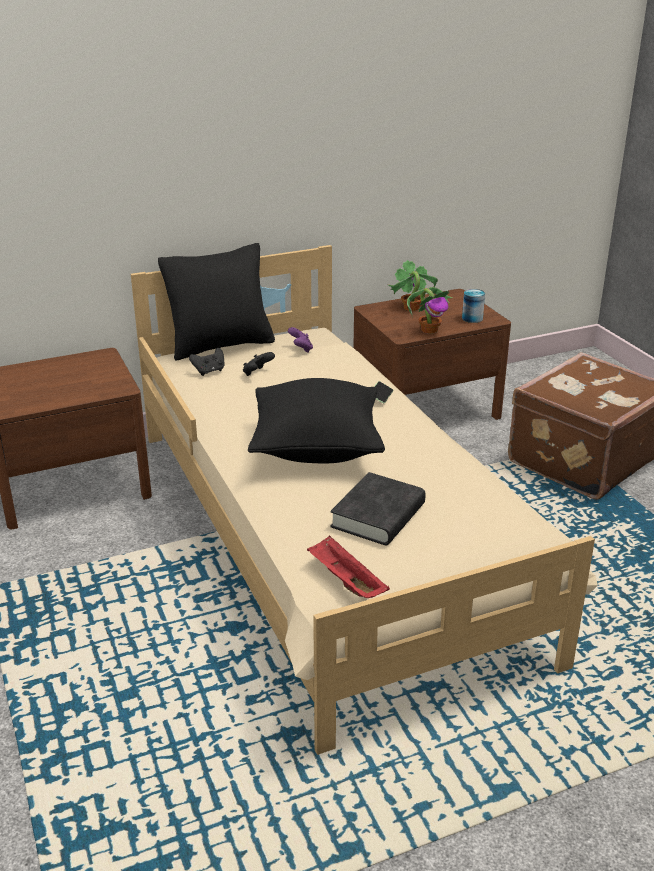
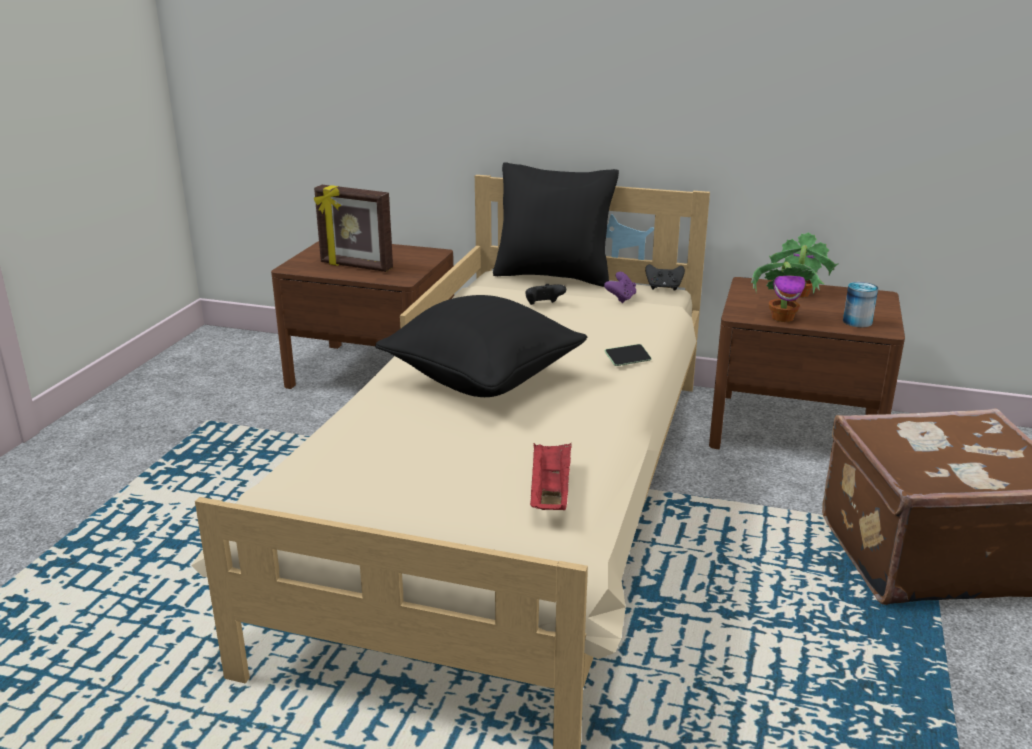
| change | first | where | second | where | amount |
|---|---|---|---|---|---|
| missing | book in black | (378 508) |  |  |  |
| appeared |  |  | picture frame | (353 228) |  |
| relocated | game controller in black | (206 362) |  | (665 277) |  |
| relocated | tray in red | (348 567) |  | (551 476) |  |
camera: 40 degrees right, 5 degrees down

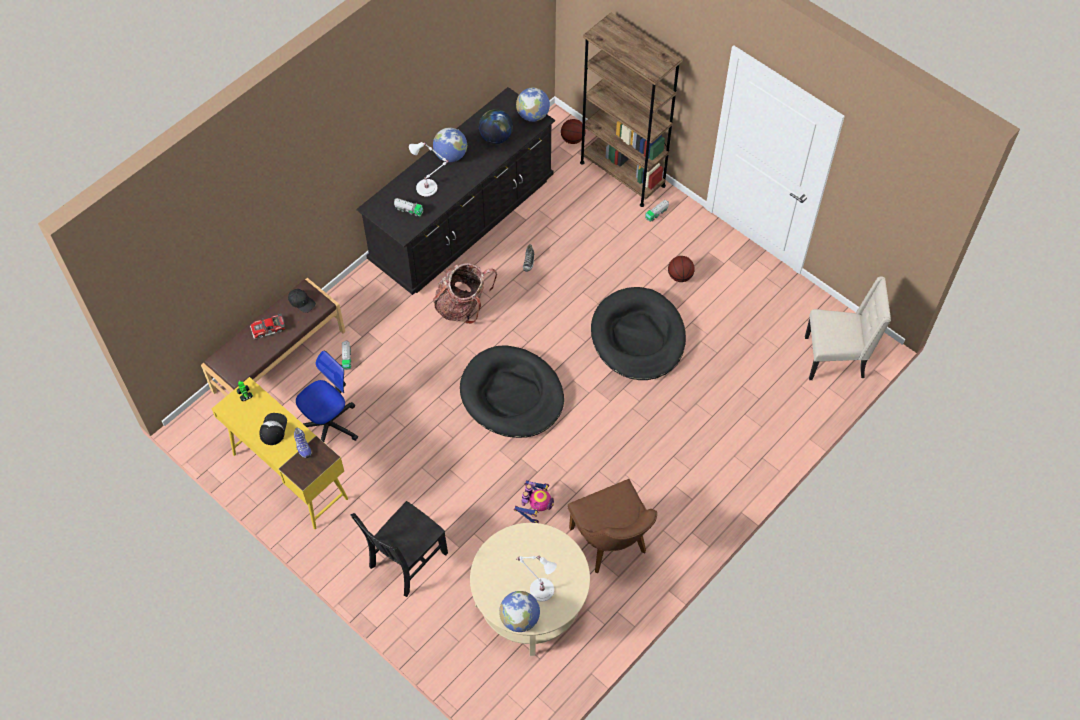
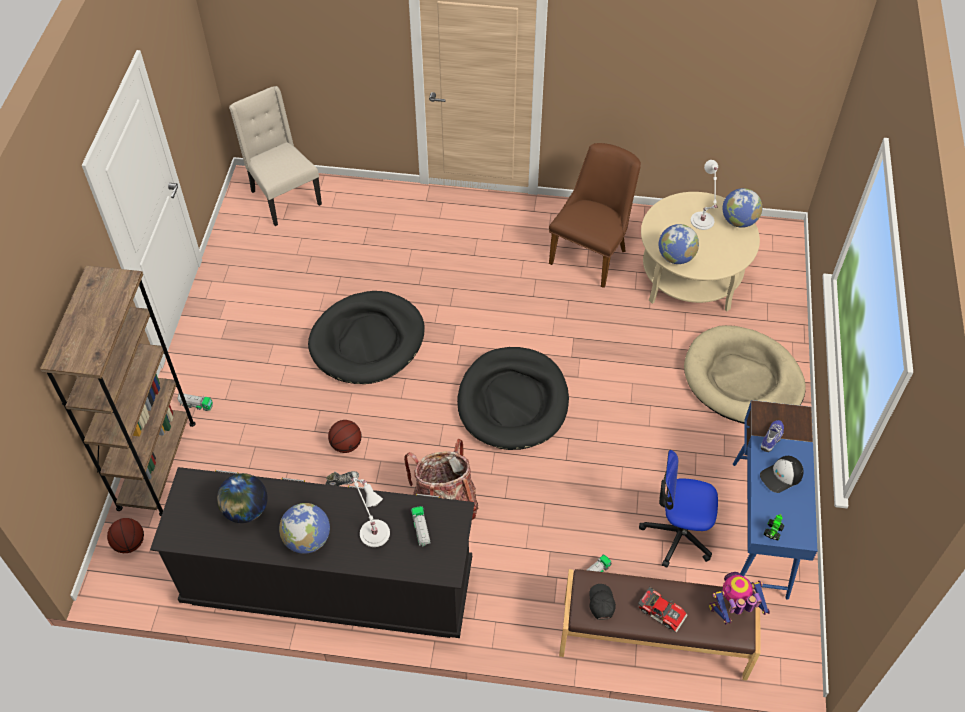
| change | first | where | second | where | amount |
|---|---|---|---|---|---|
| relocated | toy robot | (534 501) |  | (739 598) |  |
| relocated | globe | (533 104) |  | (679 244) |  |
| relocated | basketball | (681 269) |  | (345 436) |  |
| exchanged | chair in black | (399 549) | dog bed in beige | (745 374) |  |
| colour | desk in yellow | (280 453) | desk in blue | (775 500) |  |
camera: 125 degrees left, 5 degrees down

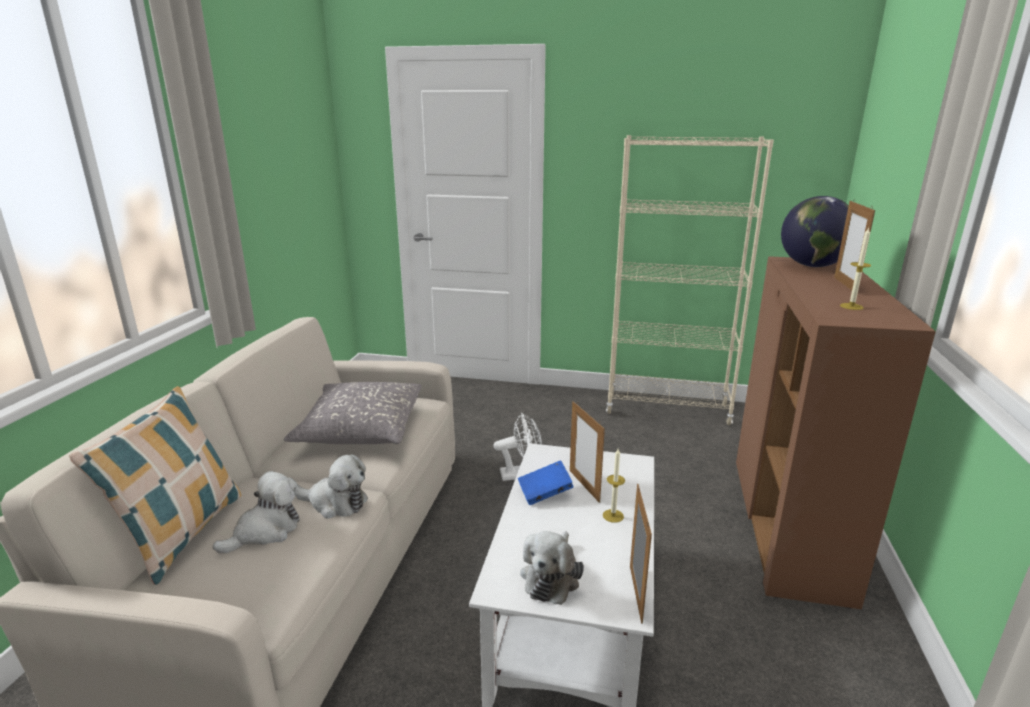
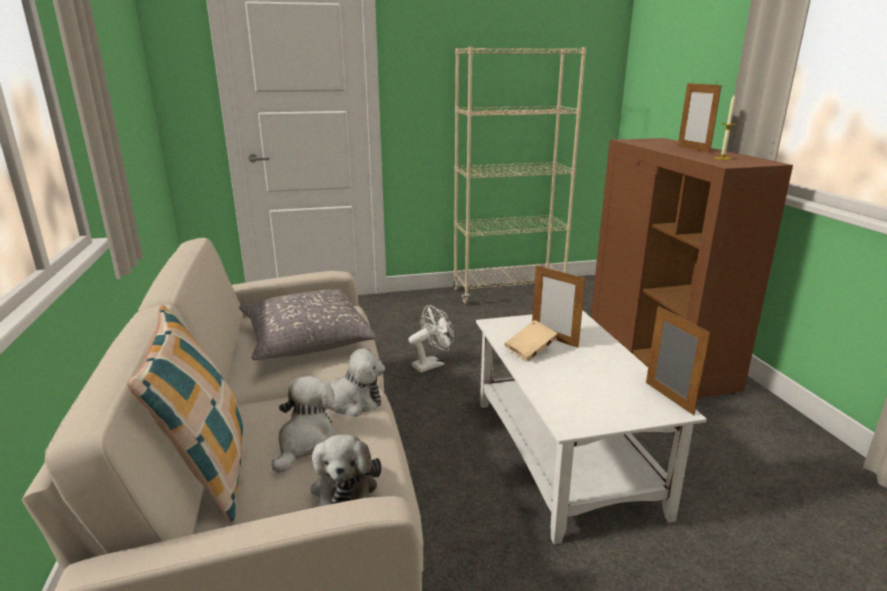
| change | first | where | second | where | amount |
|---|---|---|---|---|---|
| missing | candle | (614 486) |  |  |  |
| missing | globe | (815 231) |  |  |  |
| relocated | plush toy | (552 568) |  | (346 470) |  |
| colour | book in blue | (546 482) | book in beige | (531 341) |  |
camera: 25 degrees left, 0 degrees up

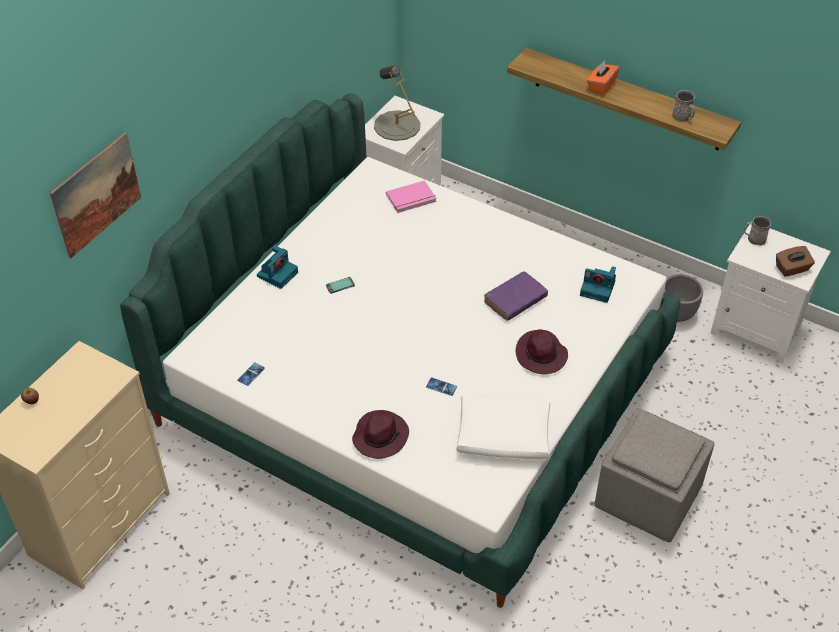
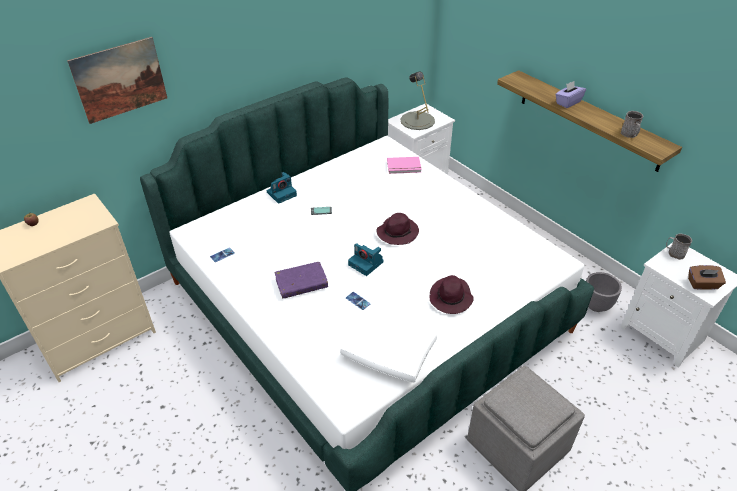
| change | first | where | second | where | amount |
|---|---|---|---|---|---|
| relocated | hat in purple | (380 434) |  | (398 229) |  |
| relocated | book in purple | (516 296) |  | (301 280) |  |
| relocated | photo camera | (598 284) |  | (366 259) |  |
| colour | tissue box in orange | (603 77) | tissue box in purple | (570 94) |  |
camera: 20 degrees right, 5 degrees down

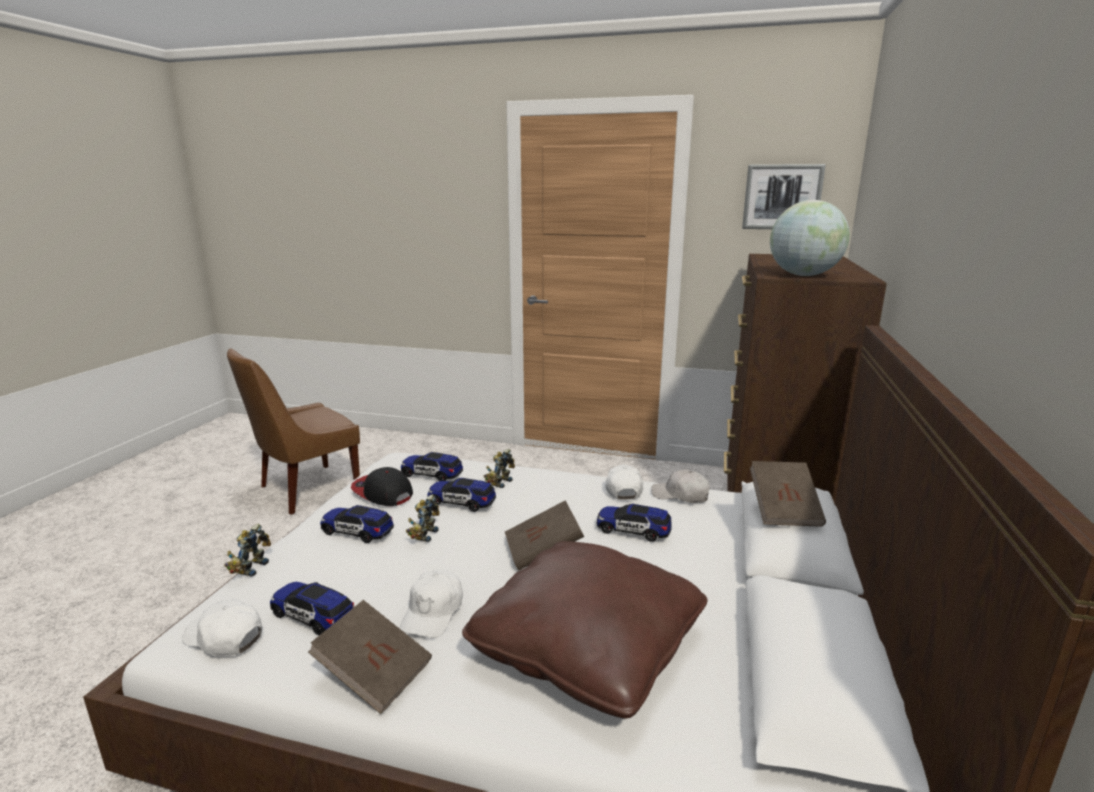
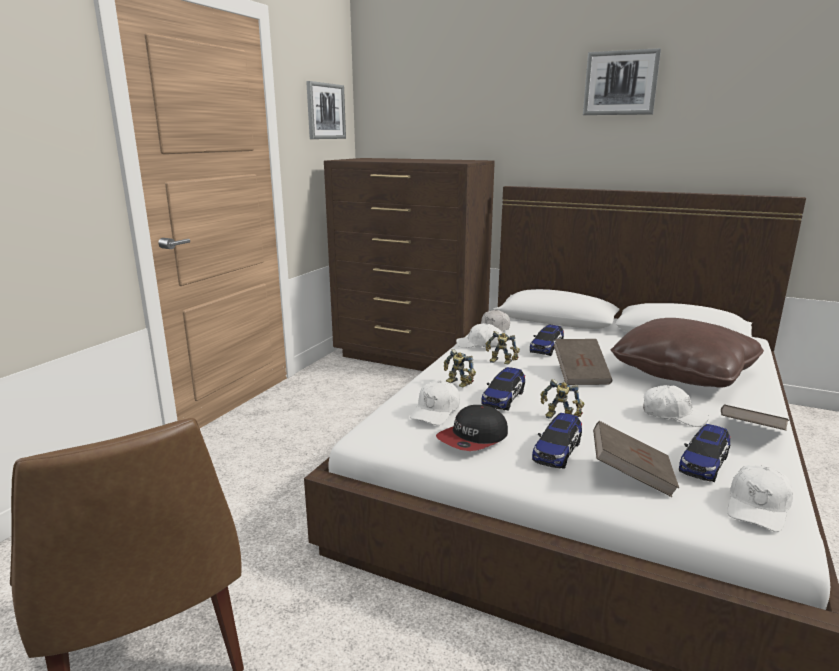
| change | first | where | second | where | amount |
|---|---|---|---|---|---|
| missing | globe | (810 238) |  |  |  |
| appeared |  |  | picture | (622 81) |  |
| relocated | toy robot | (247 550) |  | (503 347) |  |
| relocated | book in brown | (788 494) |  | (636 459) |  |
| exchanged | toy car | (432 466) | cap in white | (435 403) |  |
camera: 80 degrees left, 0 degrees up

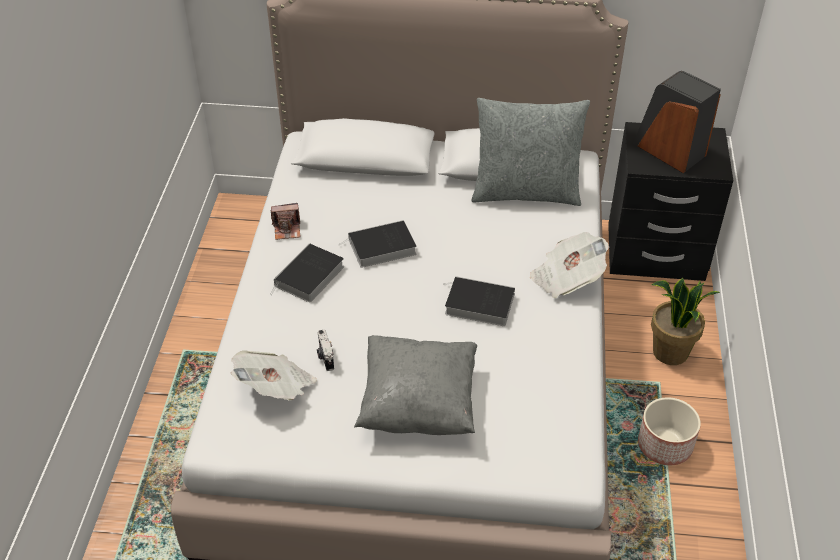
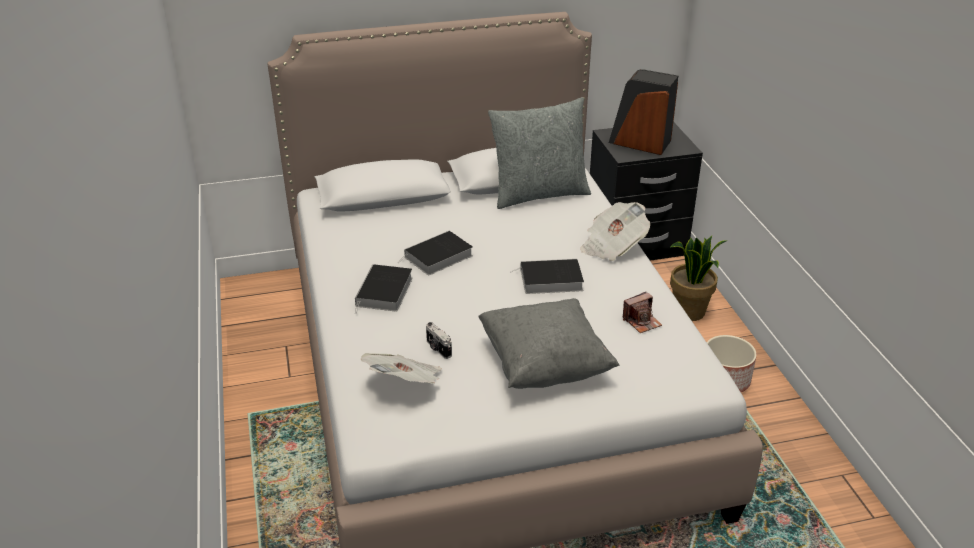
| change | first | where | second | where | amount |
|---|---|---|---|---|---|
| relocated | photo camera | (285 221) |  | (642 312) |  |
camera: 20 degrees left, 10 degrees down

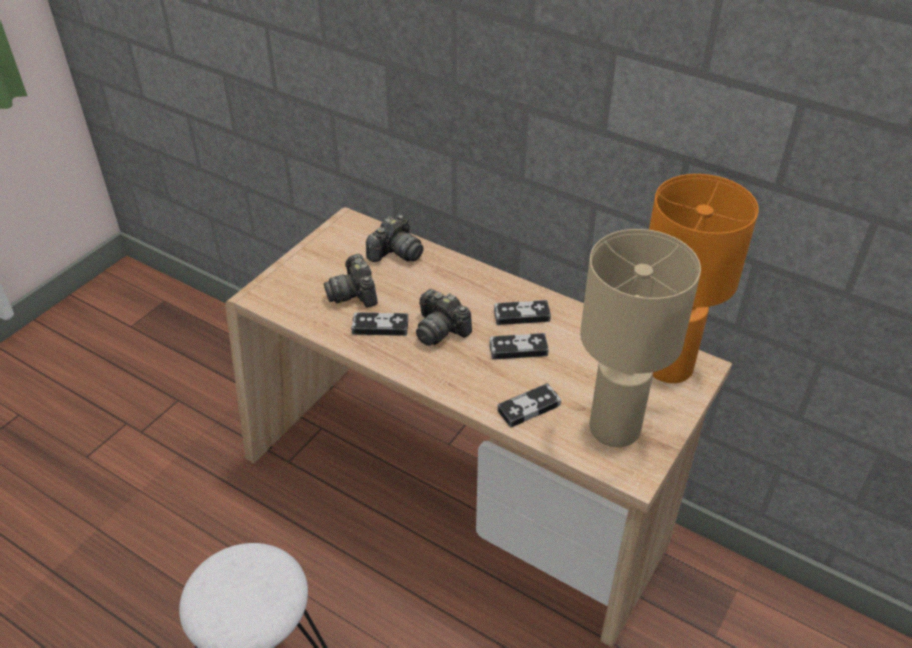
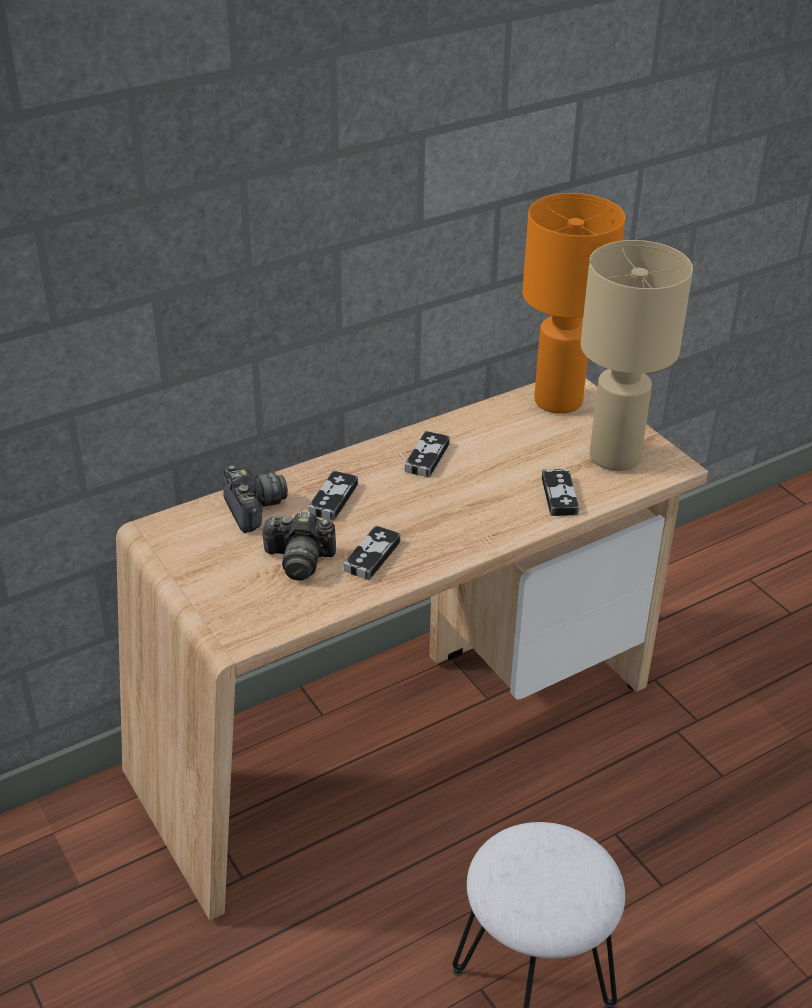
| change | first | where | second | where | amount |
|---|---|---|---|---|---|
| missing | photo camera | (444 317) |  |  |  |
| relocated | game controller | (519 346) |  | (333 496) |  |
camera: 65 degrees left, 5 degrees down

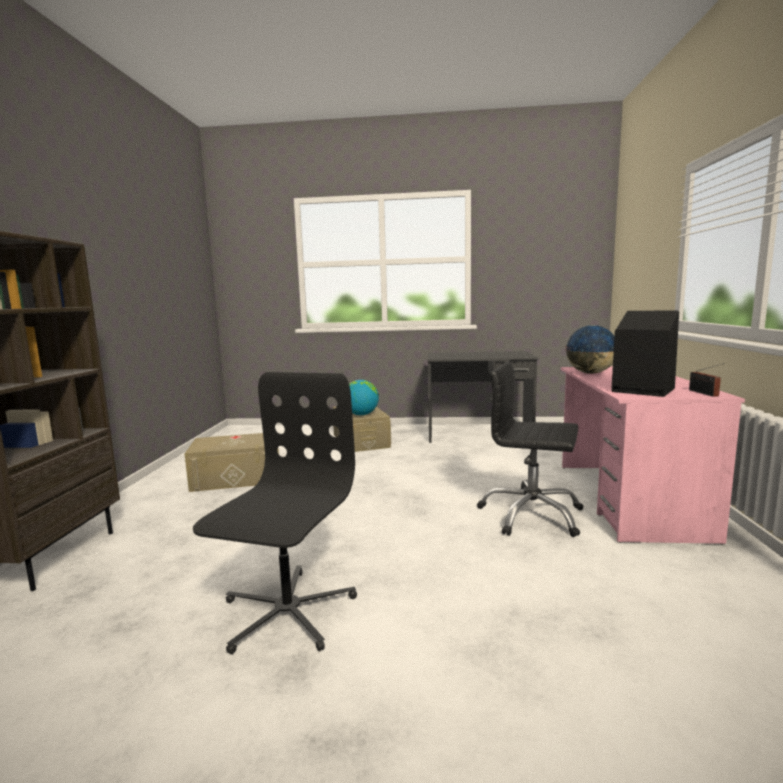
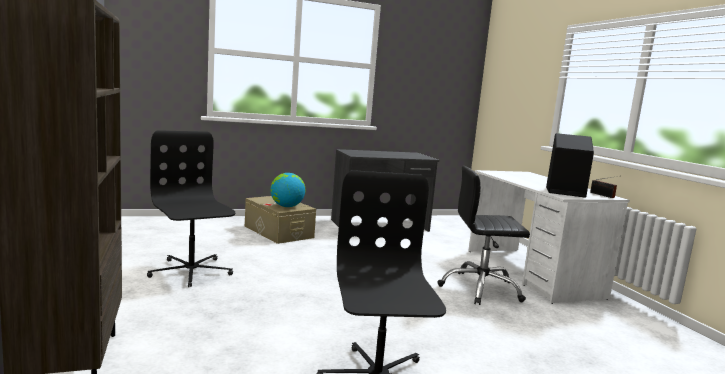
| change | first | where | second | where | amount |
|---|---|---|---|---|---|
| missing | globe | (589 349) |  |  |  |
| exchanged | storage box in beige | (232 462) | office chair in black | (191 208) |  |
| colour | desk in pink | (653 455) | desk in white | (549 237) |  |
camera: 25 degrees left, 0 degrees up

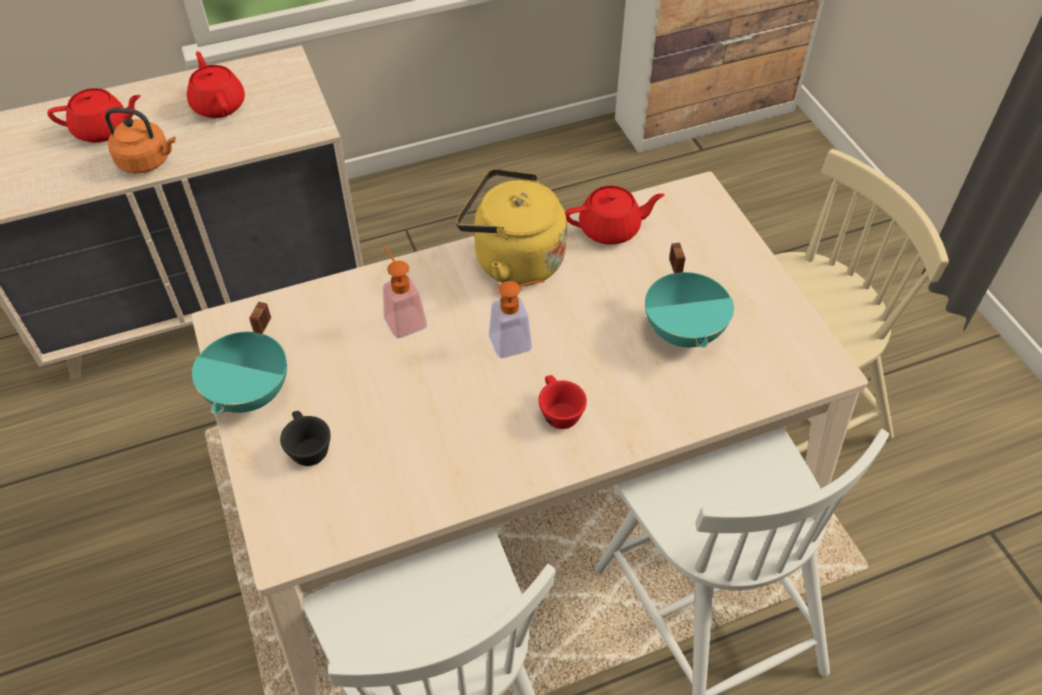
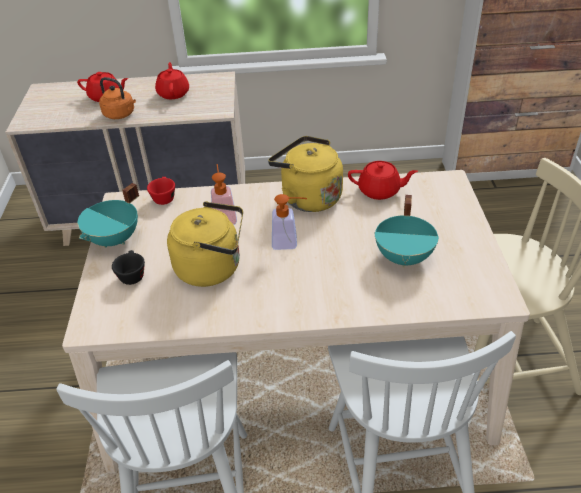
| change | first | where | second | where | amount |
|---|---|---|---|---|---|
| appeared |  |  | kettle in yellow | (205 244) |  |
| relocated | cup in red | (562 402) |  | (161 191) |  |
camera: 20 degrees right, 10 degrees down

